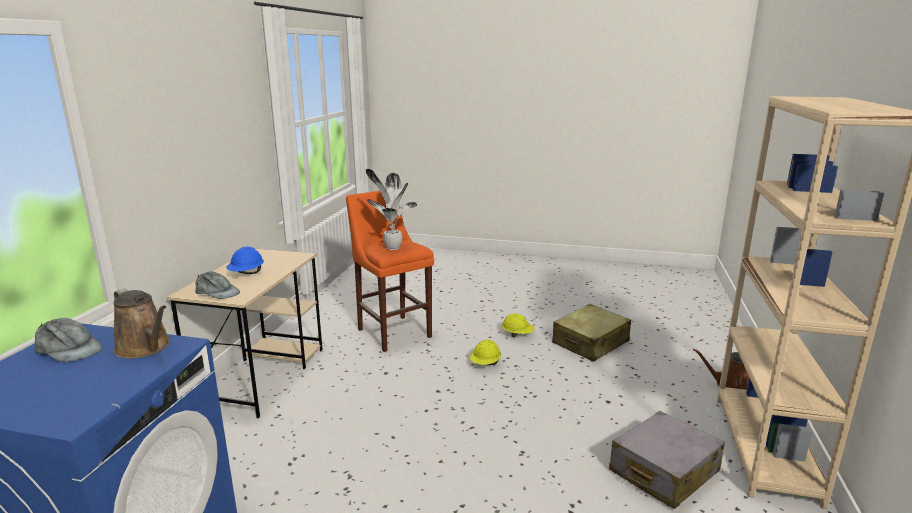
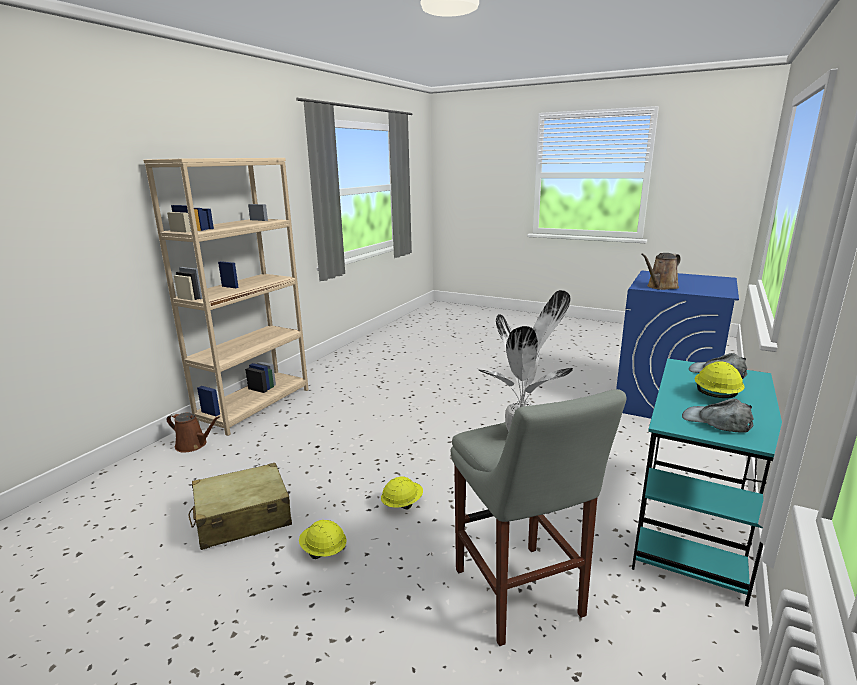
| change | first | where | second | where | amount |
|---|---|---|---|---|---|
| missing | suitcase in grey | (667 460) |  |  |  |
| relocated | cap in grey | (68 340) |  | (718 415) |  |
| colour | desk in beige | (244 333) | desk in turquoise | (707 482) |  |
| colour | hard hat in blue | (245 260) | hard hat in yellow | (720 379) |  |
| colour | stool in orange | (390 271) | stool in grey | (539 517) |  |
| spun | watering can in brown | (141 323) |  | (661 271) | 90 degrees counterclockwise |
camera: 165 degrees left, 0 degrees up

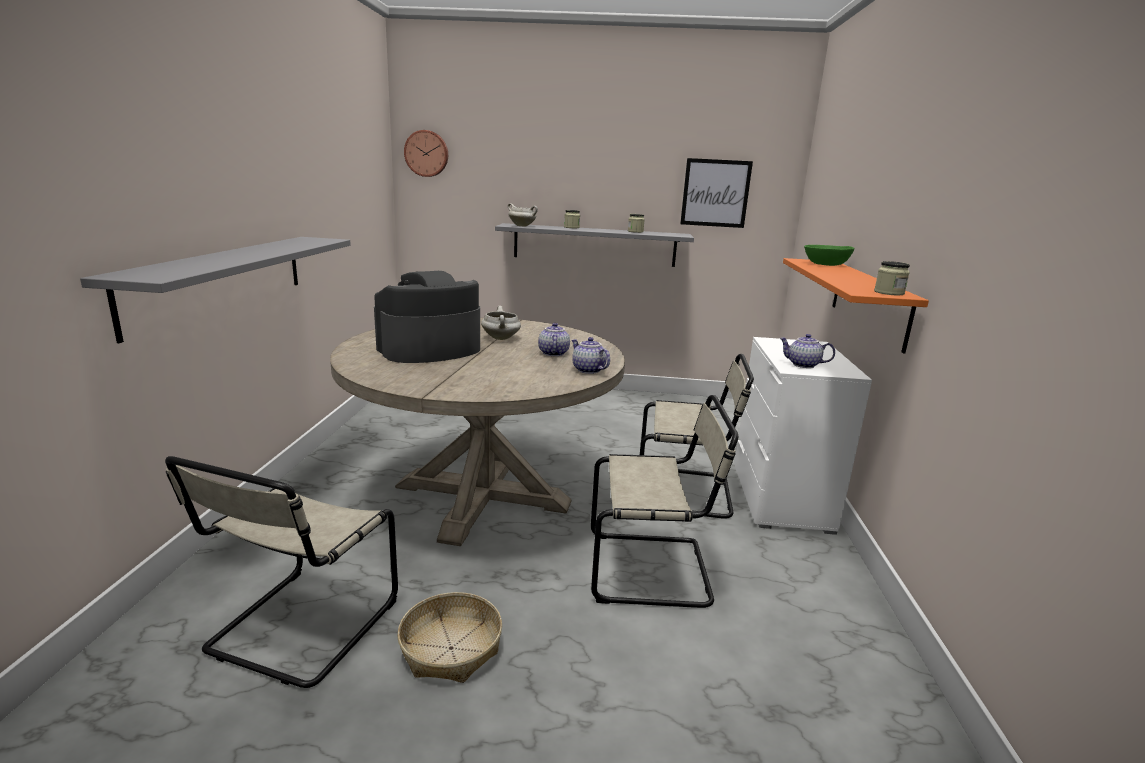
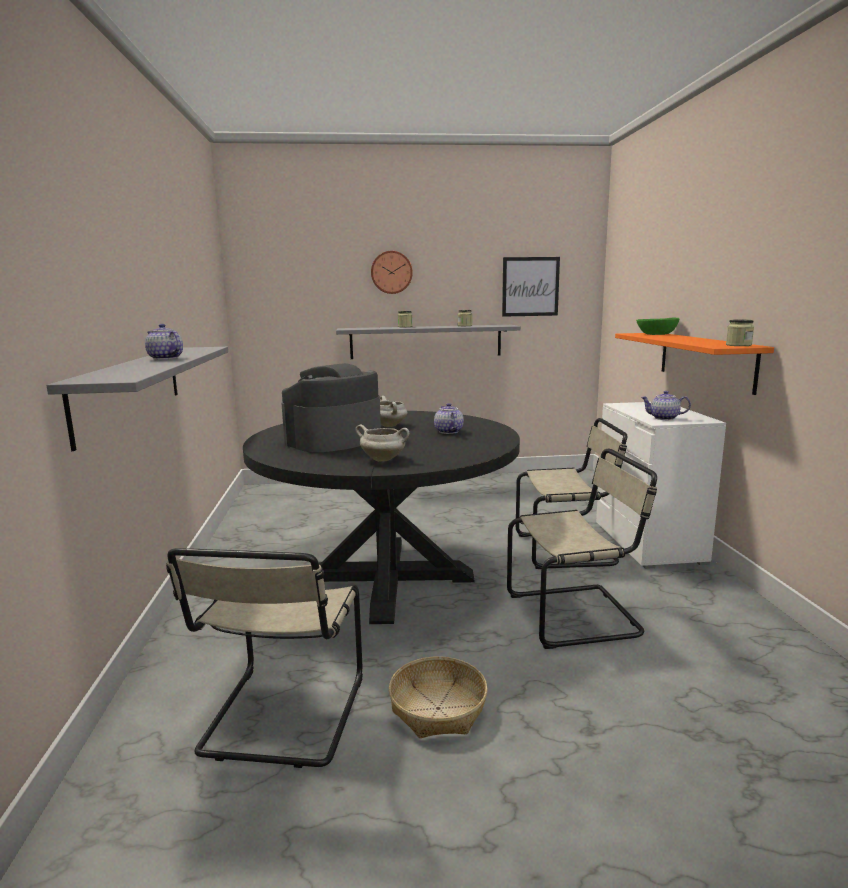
| change | first | where | second | where | amount |
|---|---|---|---|---|---|
| relocated | wall clock | (426 153) |  | (392 272) |  |
| relocated | cooking pot in white | (523 215) |  | (382 443) |  |
| relocated | teapot | (591 355) |  | (164 342) |  |
| colour | dining table in beige | (477 432) | dining table in black | (381 517) |  |
camera: 10 degrees left, 5 degrees down

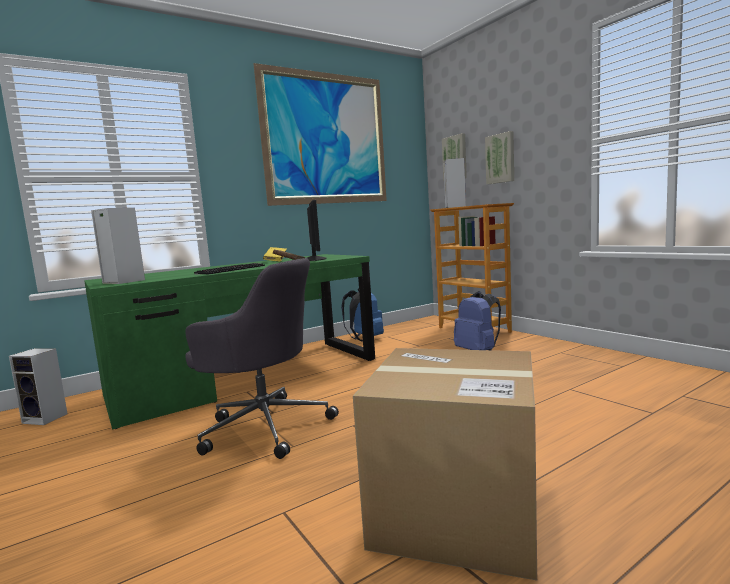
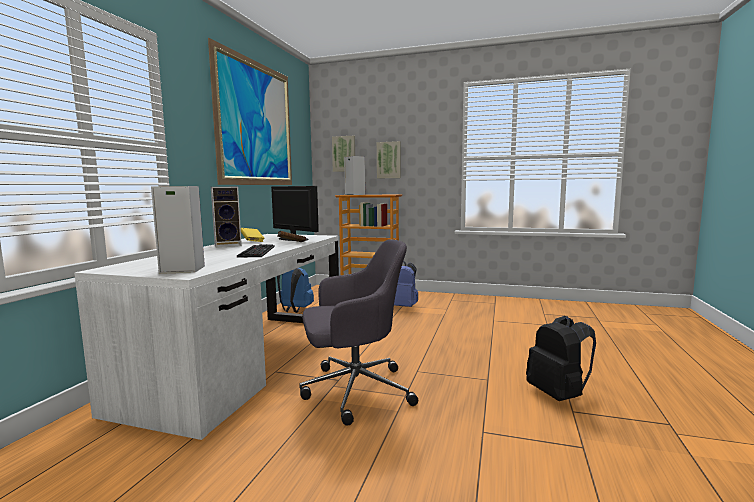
| change | first | where | second | where | amount |
|---|---|---|---|---|---|
| relocated | speaker | (38 386) |  | (226 217) |  |
| exchanged | cardboard box | (445 464) | backpack in black | (561 358) |  |
| colour | desk in green | (229 342) | desk in white | (206 337) |  |
camera: 40 degrees left, 0 degrees up

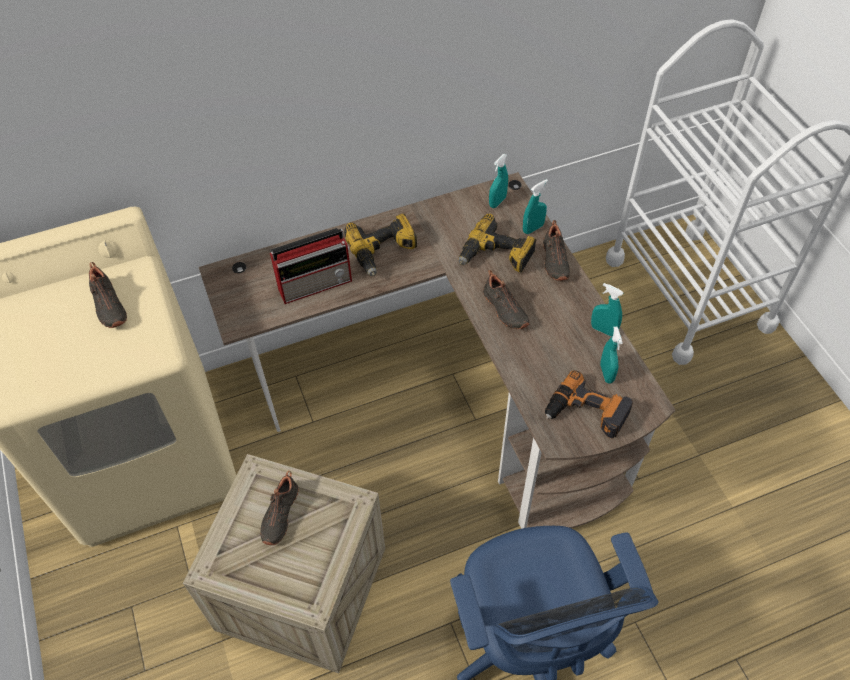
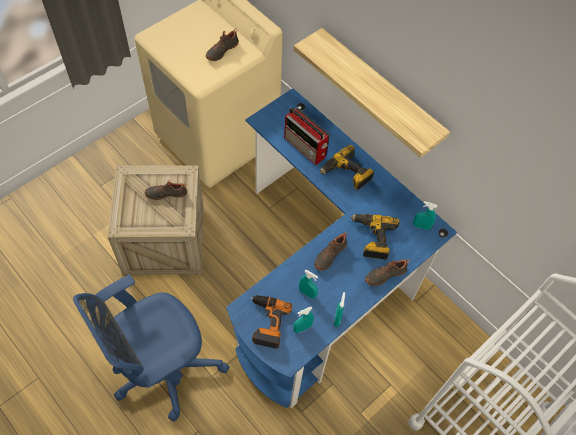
| change | first | where | second | where | amount |
|---|---|---|---|---|---|
| appeared |  |  | shelf | (371 93) |  |
| relocated | spray bottle in turquoise | (535 206) |  | (308 284) |  |
| colour | desk in brown | (437 350) | desk in blue | (342 248) |  |
camera: 65 degrees right, 5 degrees up

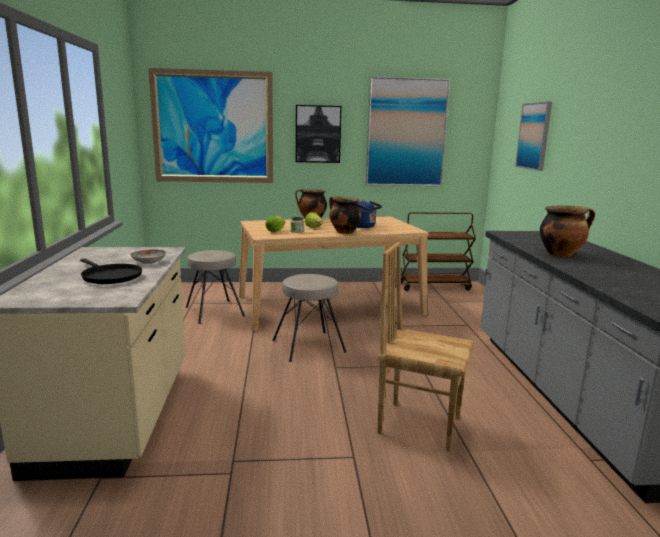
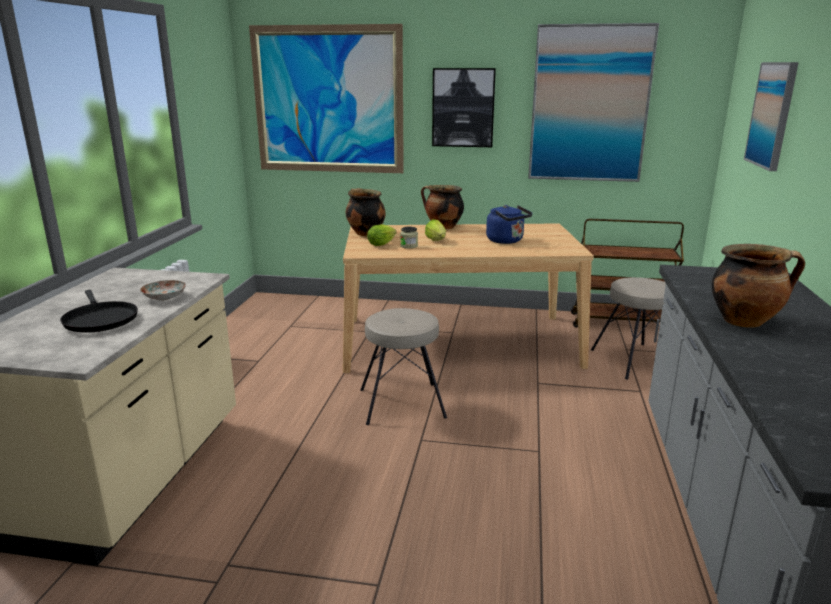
| change | first | where | second | where | amount |
|---|---|---|---|---|---|
| missing | chair in brown | (425 347) |  |  |  |
| relocated | stool in beige | (215 287) |  | (628 328) |  |
| relocated | cooking pot | (345 215) |  | (366 212) |  |
camera: 15 degrees right, 5 degrees up

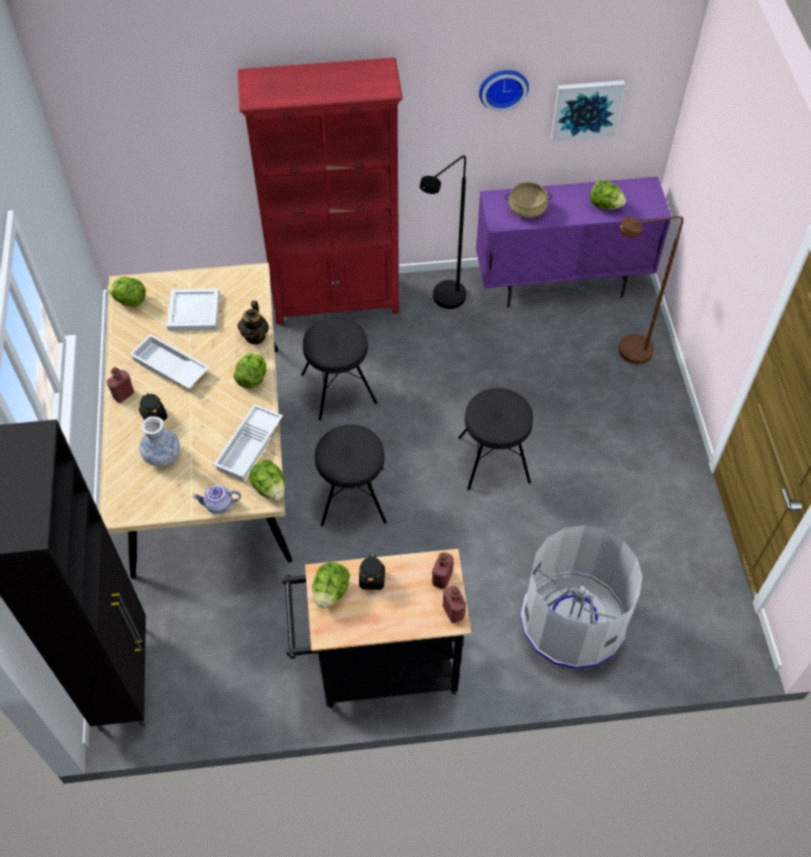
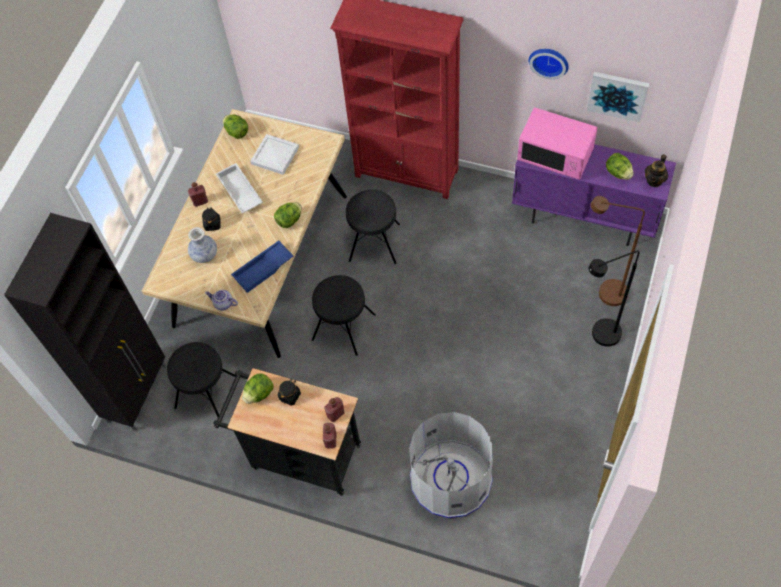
| change | first | where | second | where | amount |
|---|---|---|---|---|---|
| missing | lettuce | (267 480) |  |  |  |
| relocated | teapot | (253 322) |  | (656 170) |  |
| relocated | floor lamp in black | (443 232) |  | (614 299) |  |
| relocated | stool in black | (495 439) |  | (201 382) |  |
| exchanged | cooking pot in beige | (528 200) | microwave in pink | (557 143) |  |
| colour | tray in white | (248 442) | tray in blue | (262 267) |  |
camera: 30 degrees right, 5 degrees up

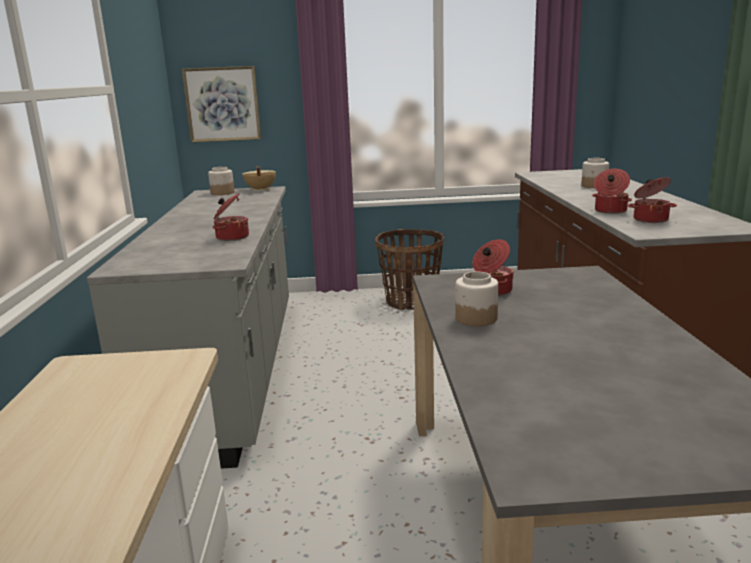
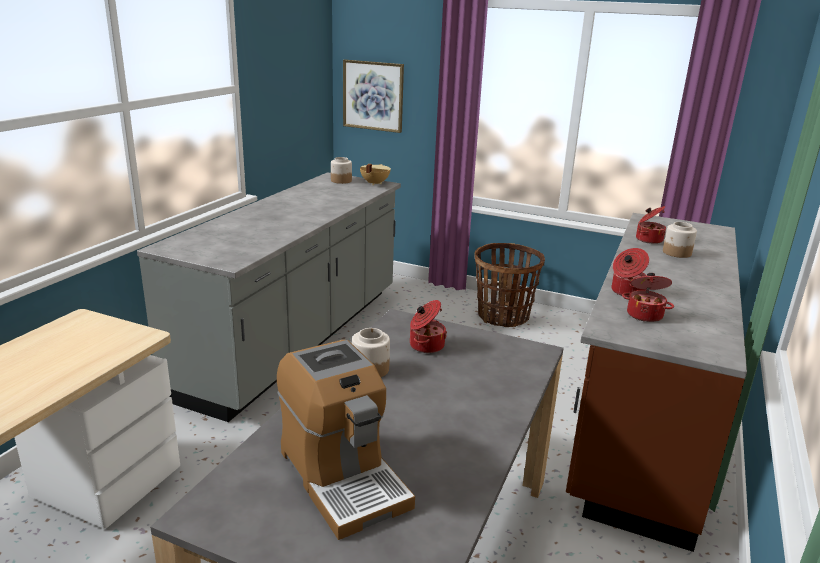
| change | first | where | second | where | amount |
|---|---|---|---|---|---|
| appeared |  |  | coffee machine | (346 440) |  |
| relocated | cooking pot | (231 217) |  | (651 225) |  |
camera: 25 degrees right, 5 degrees up

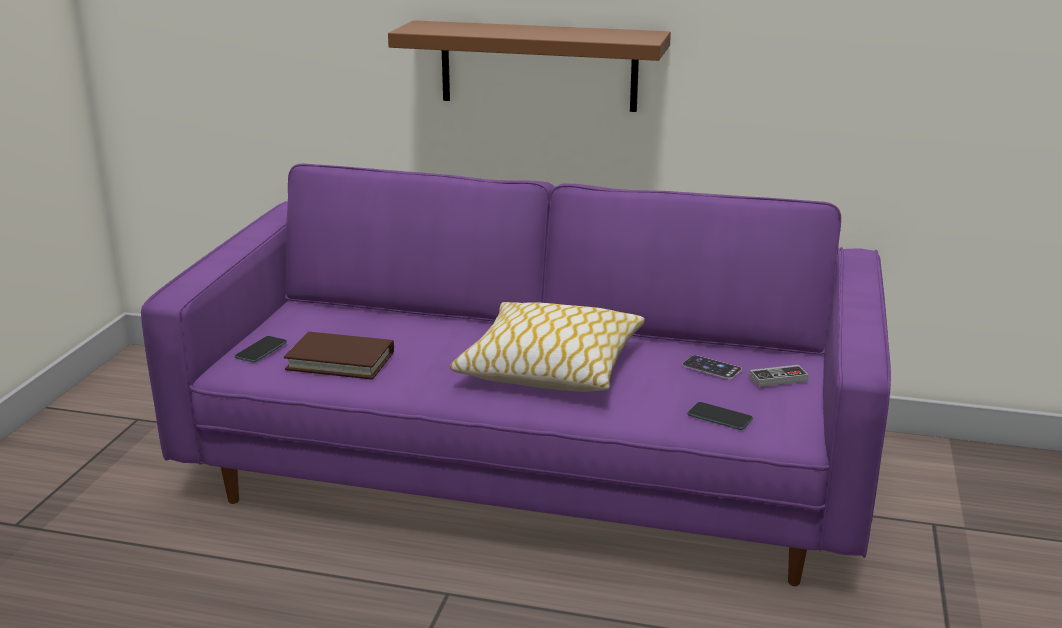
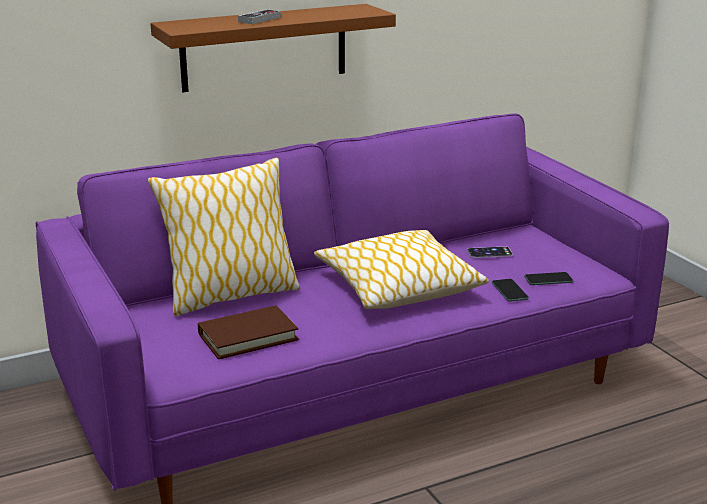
| change | first | where | second | where | amount |
|---|---|---|---|---|---|
| appeared |  |  | pillow | (224 236) |  |
| relocated | phone | (261 349) |  | (510 290) |  |
| relocated | game controller | (778 376) |  | (259 16) |  |
camera: 40 degrees left, 0 degrees up

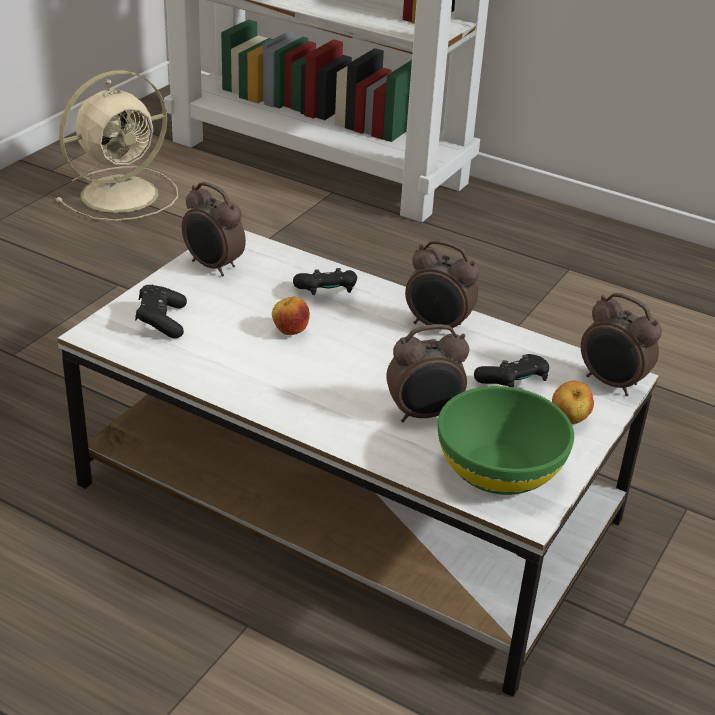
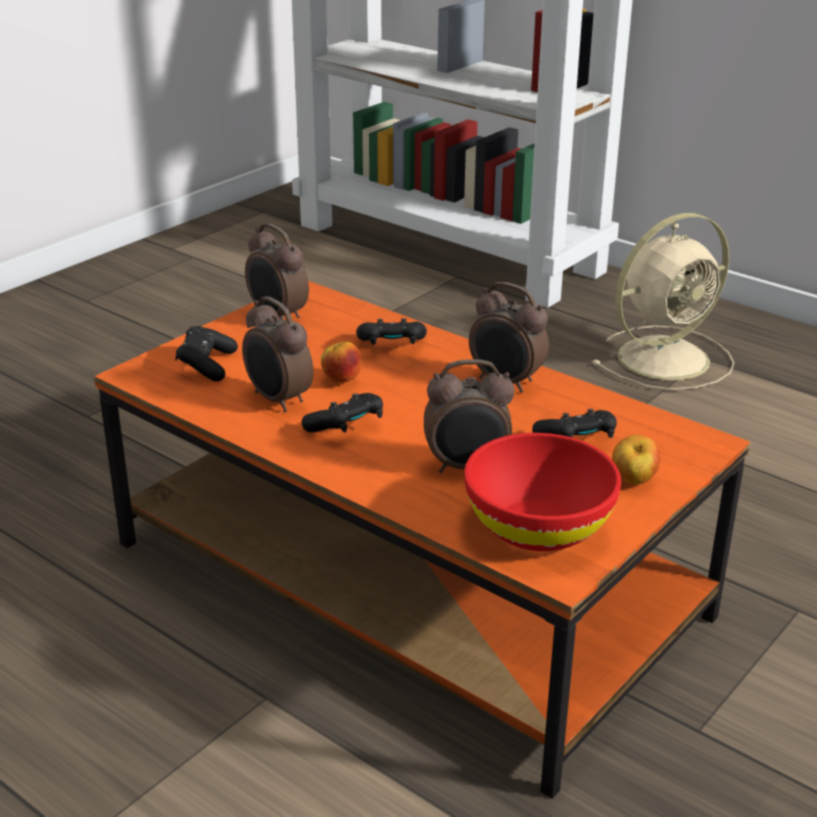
| change | first | where | second | where | amount |
|---|---|---|---|---|---|
| appeared |  |  | game controller in black | (342 412) |  |
| relocated | fan in beige | (116 145) |  | (663 301) |  |
| relocated | alarm clock | (621 344) |  | (277 354) |  |
| colour | coffee table in white | (358 463) | coffee table in orange | (422 540) |  |
| colour | bowl in green | (506 440) | bowl in red | (542 492) |  |
camera: 10 degrees right, 5 degrees down

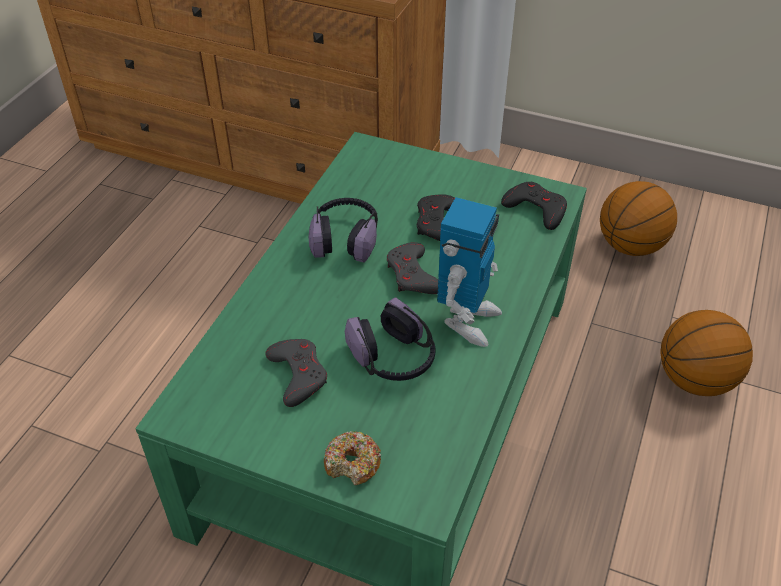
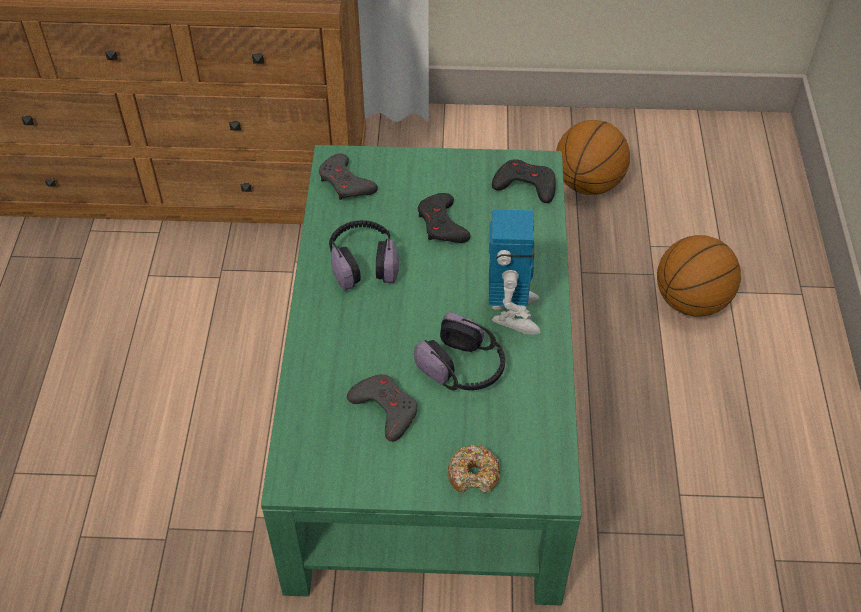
| change | first | where | second | where | amount |
|---|---|---|---|---|---|
| relocated | game controller in grey | (412 268) |  | (348 177) |  |
camera: 20 degrees left, 5 degrees up

